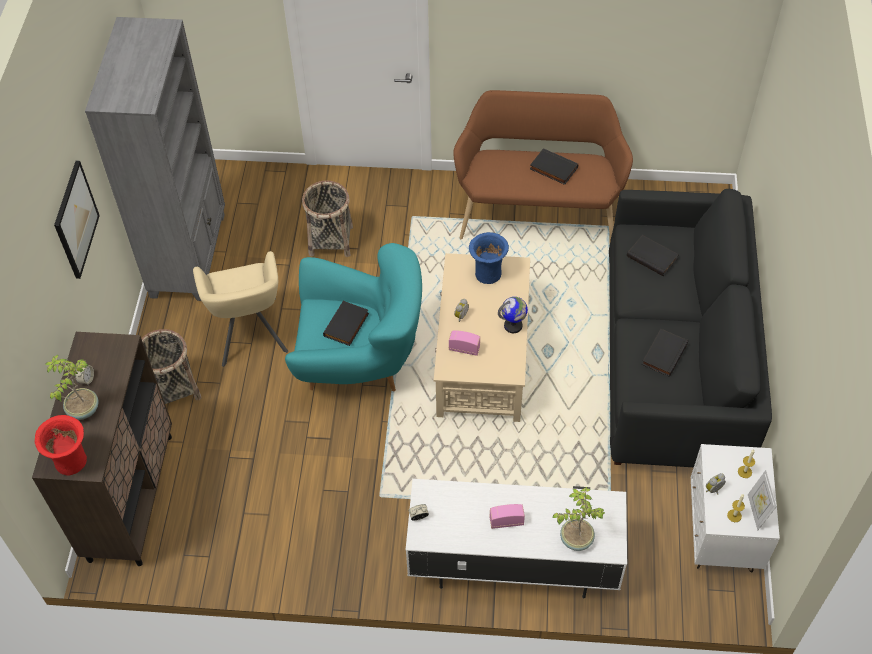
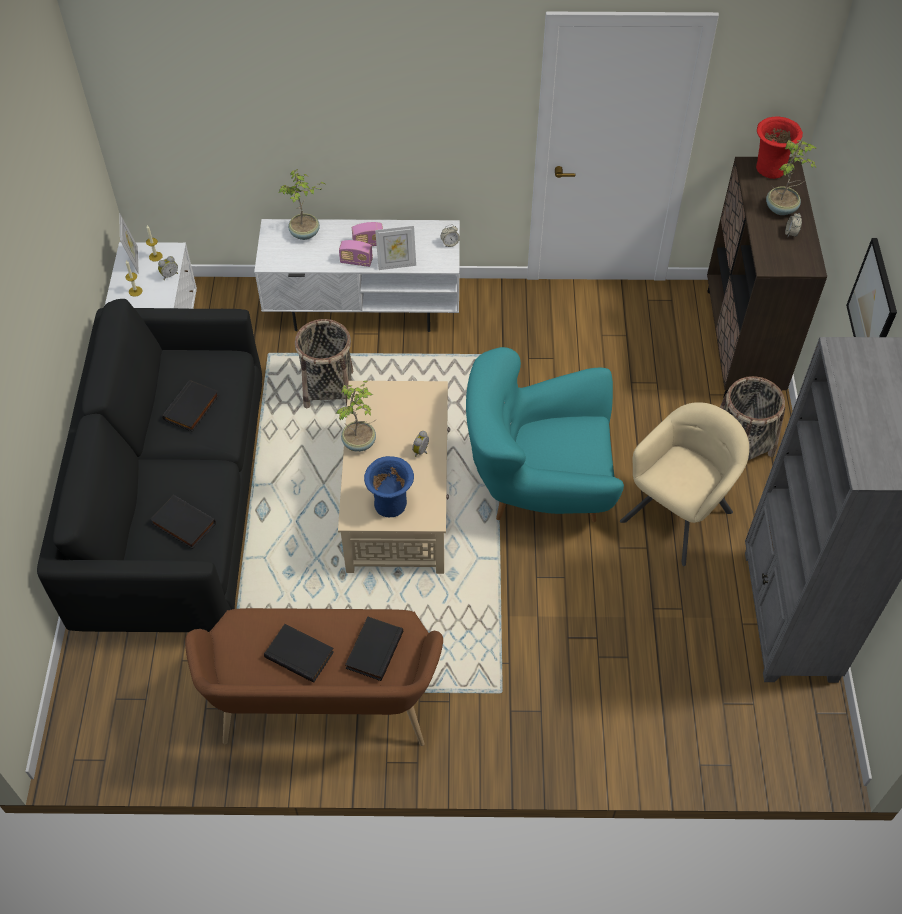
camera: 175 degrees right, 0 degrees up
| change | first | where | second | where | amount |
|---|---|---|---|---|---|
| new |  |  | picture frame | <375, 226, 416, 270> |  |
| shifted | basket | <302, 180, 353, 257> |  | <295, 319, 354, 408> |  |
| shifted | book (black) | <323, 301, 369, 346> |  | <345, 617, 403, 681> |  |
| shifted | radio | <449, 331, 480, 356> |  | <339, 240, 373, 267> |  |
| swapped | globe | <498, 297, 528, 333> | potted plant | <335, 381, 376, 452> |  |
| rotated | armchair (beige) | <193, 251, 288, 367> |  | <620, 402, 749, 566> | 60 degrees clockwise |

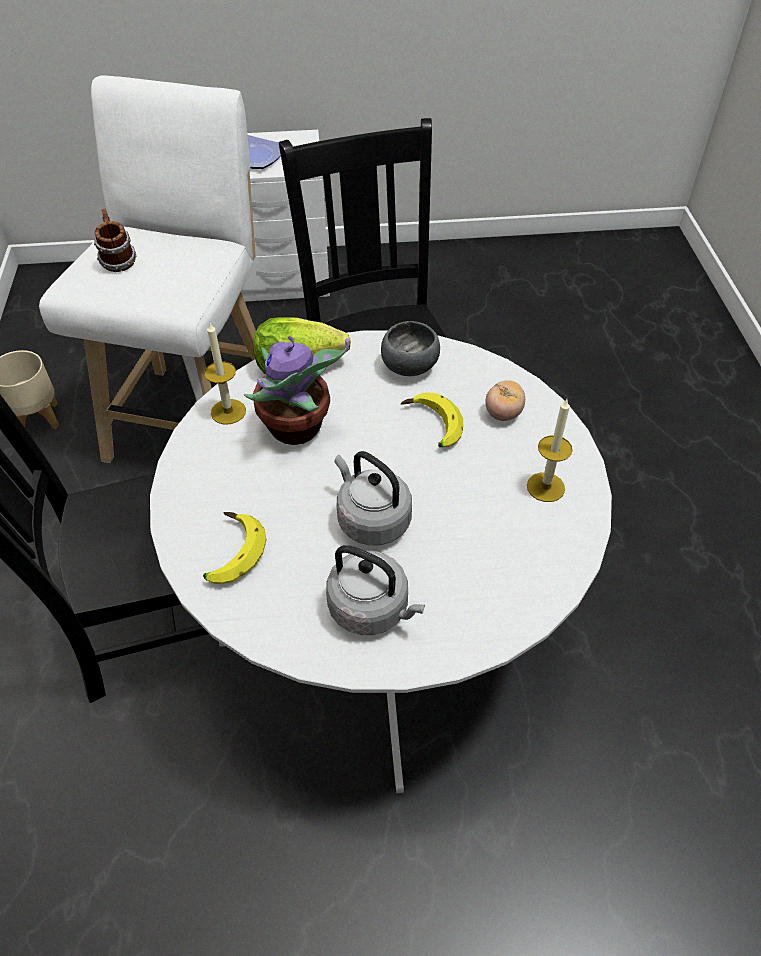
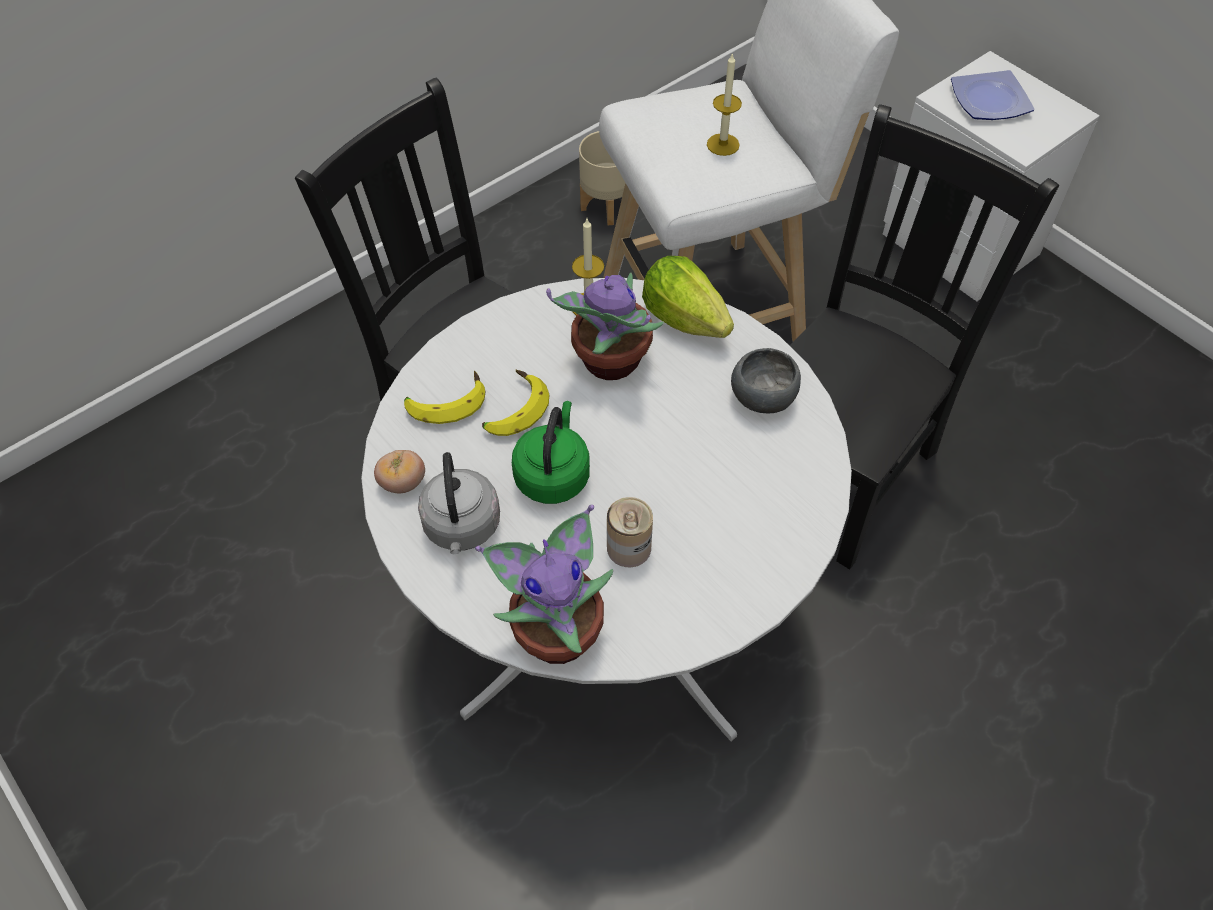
camera: 55 degrees right, 5 degrees up
| change | first | where | second | where | amount |
|---|---|---|---|---|---|
| gone | mug | <94, 209, 136, 272> |  |  |  |
| new |  |  | potted plant | <475, 505, 613, 664> |  |
| new |  |  | can | <607, 497, 653, 567> |  |
| shifted | banana | <401, 392, 463, 447> |  | <482, 370, 549, 436> |  |
| shifted | tomato | <485, 380, 525, 421> |  | <374, 450, 425, 494> |  |
| shifted | candle | <527, 399, 573, 502> |  | <707, 53, 742, 156> |  |
| repainted | kettle (grey) | <335, 451, 412, 545> | kettle (green) | <512, 401, 590, 504> |  |

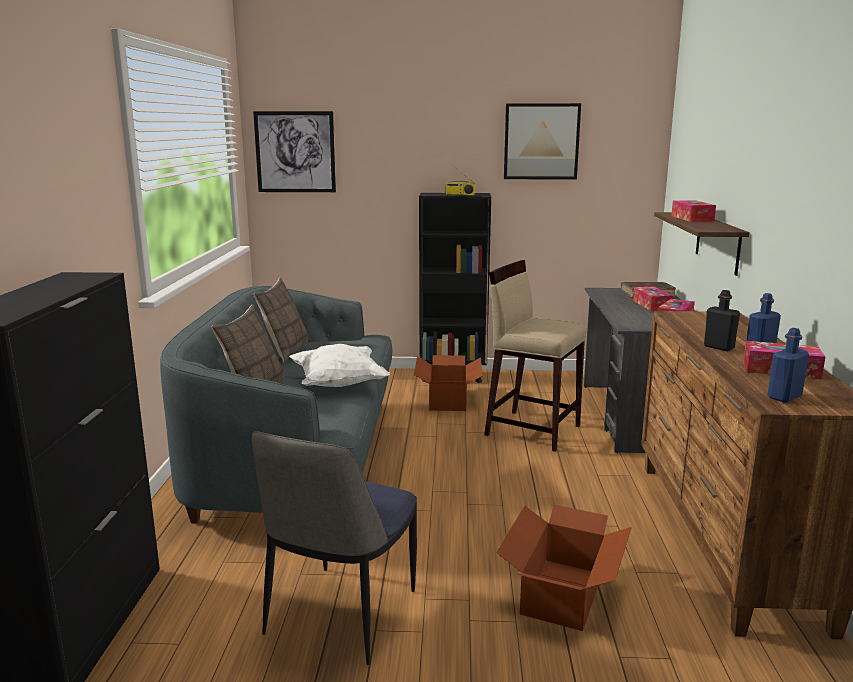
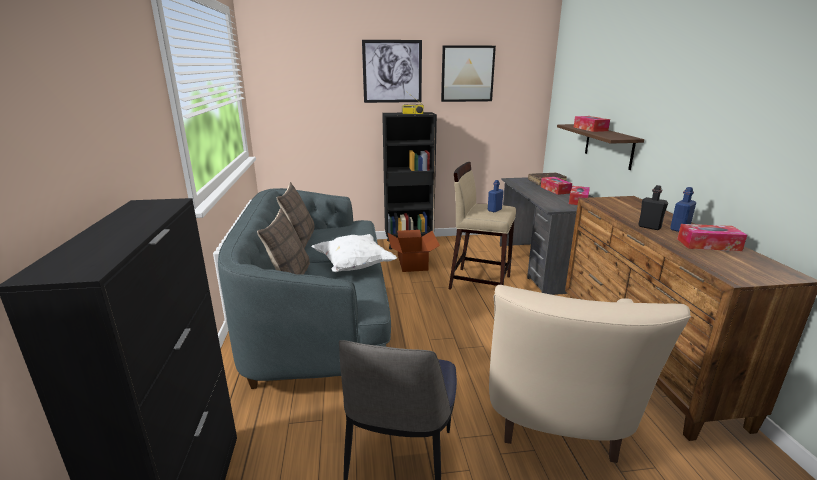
camera: 10 degrees left, 5 degrees up
| change | first | where | second | where | amount |
|---|---|---|---|---|---|
| shifted | picture | <253, 111, 336, 192> |  | <362, 40, 422, 103> |  |
| shifted | bottle (blue) | <768, 328, 809, 403> |  | <488, 180, 503, 212> |  |
| swapped | cardboard box | <496, 505, 632, 631> | armchair (beige) | <489, 285, 691, 463> |  |

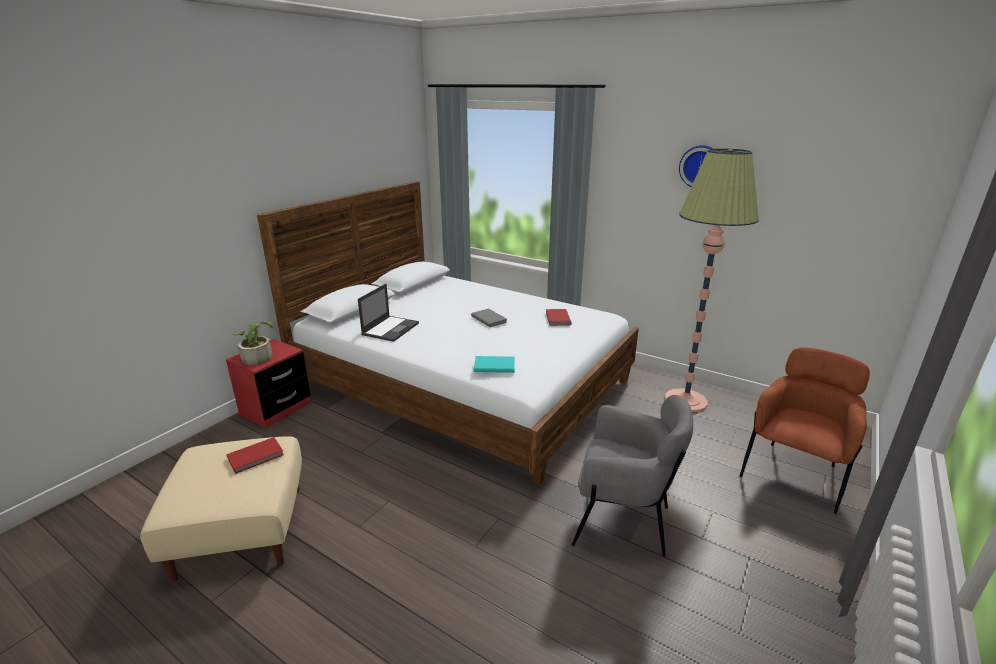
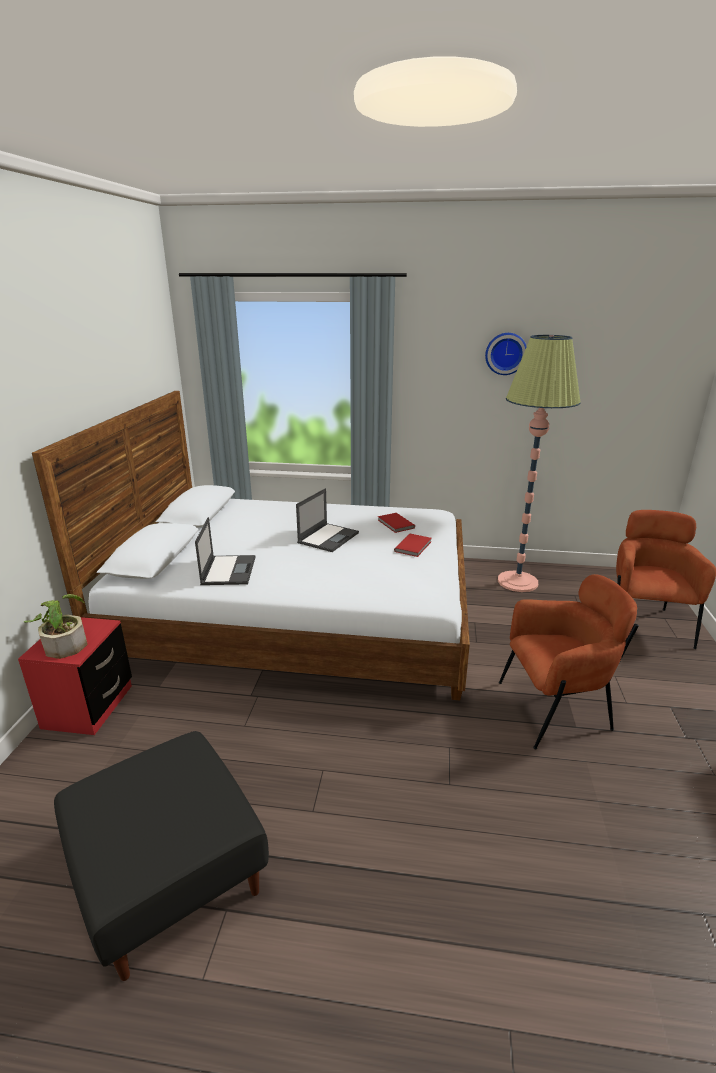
camera: 25 degrees left, 0 degrees up
| change | first | where | second | where | amount |
|---|---|---|---|---|---|
| gone | book (turquoise) | <474, 356, 515, 373> |  |  |  |
| shifted | book (red) | <226, 437, 284, 474> |  | <394, 534, 431, 557> |  |
| swapped | book (grey) | <471, 308, 507, 327> | laptop | <296, 488, 359, 552> |  |
| repainted | ottoman (beige) | <140, 436, 302, 582> | ottoman (black) | <54, 731, 269, 981> |  |
| repainted | armchair (grey) | <571, 395, 693, 557> | armchair (brown) | <499, 574, 639, 750> |  |

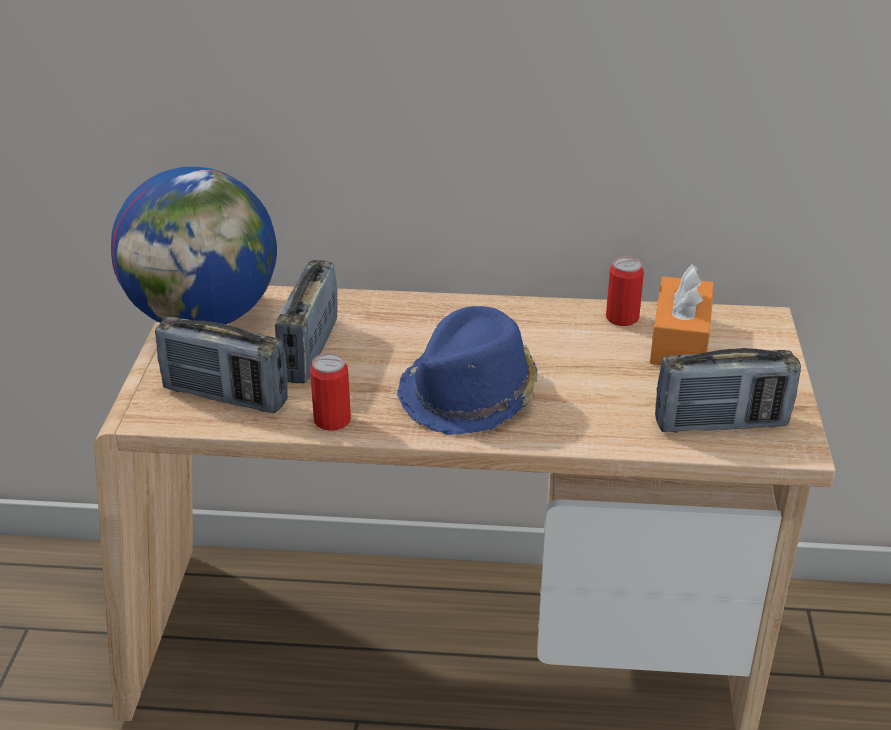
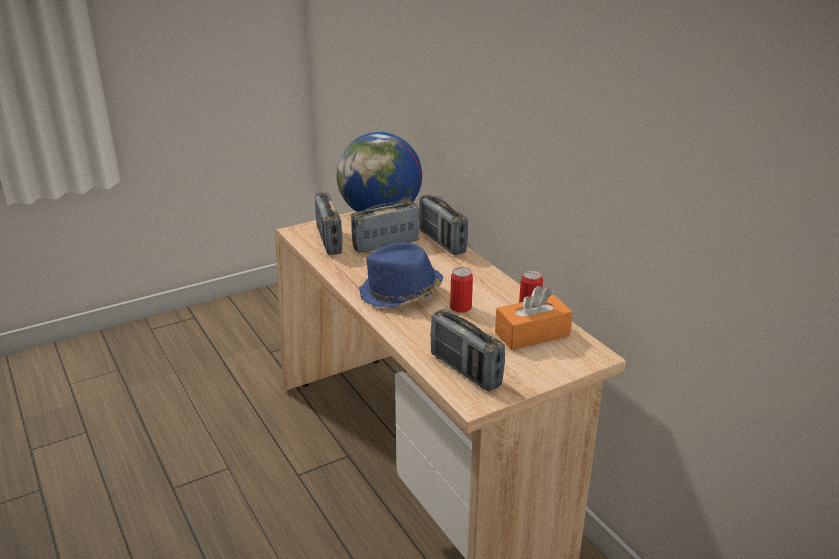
camera: 55 degrees right, 5 degrees down
| change | first | where | second | where | amount |
|---|---|---|---|---|---|
| new |  |  | radio | <419, 195, 468, 255> |  |
| shifted | can | <310, 353, 351, 431> |  | <450, 267, 473, 313> |  |

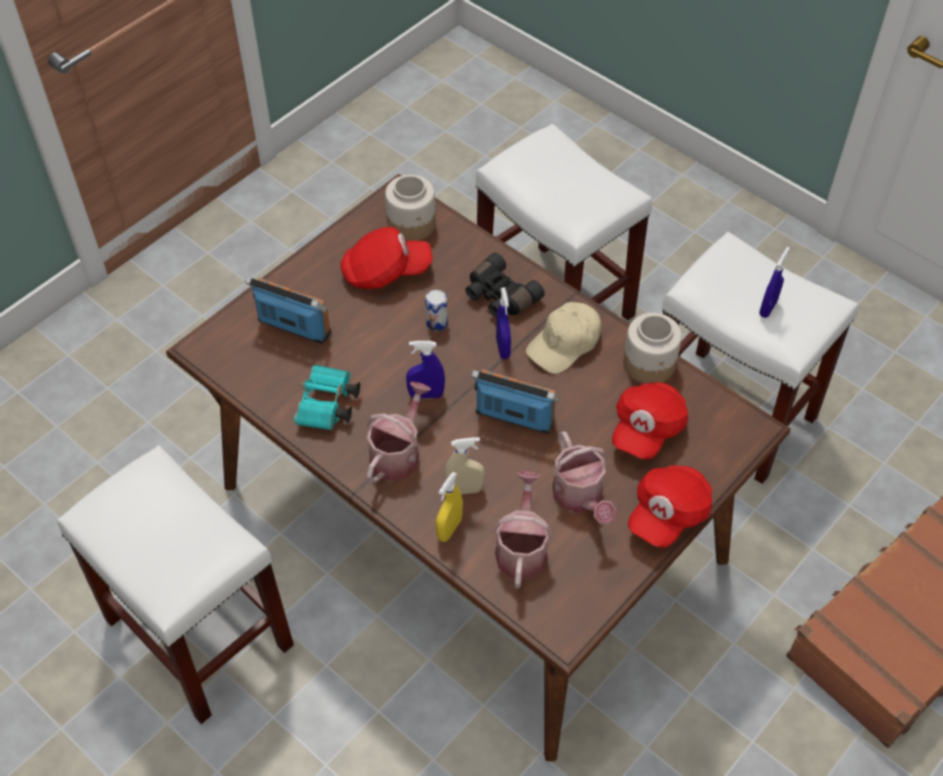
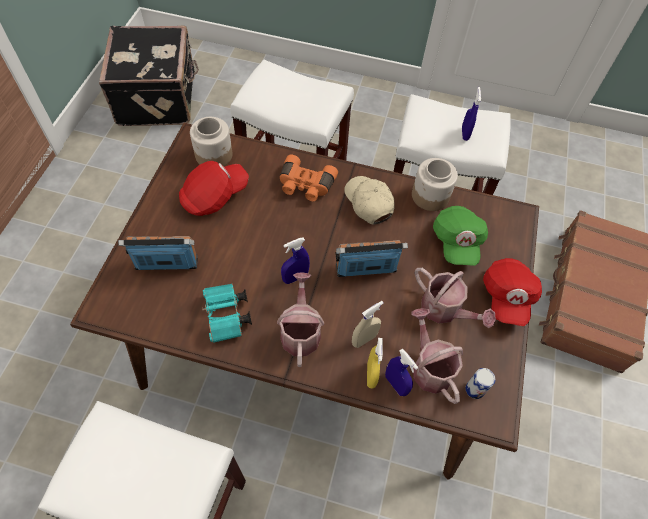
camera: 30 degrees left, 5 degrees up
| change | first | where | second | where | amount |
|---|---|---|---|---|---|
| new |  |  | suitcase (black) | <99, 26, 199, 126> |  |
| shifted | can | <425, 290, 448, 332> |  | <465, 368, 496, 399> |  |
| shifted | spray bottle (blue) | <496, 287, 511, 359> |  | <385, 348, 418, 396> |  |
| repainted | binoculars (black) | <465, 252, 545, 318> | binoculars (orange) | <280, 155, 338, 201> |  |
| repainted | cap (red) | <612, 382, 688, 459> | cap (green) | <433, 206, 488, 266> |  |
| rotated | cap (beige) | <526, 302, 602, 374> |  | <344, 176, 395, 225> | 135 degrees clockwise |

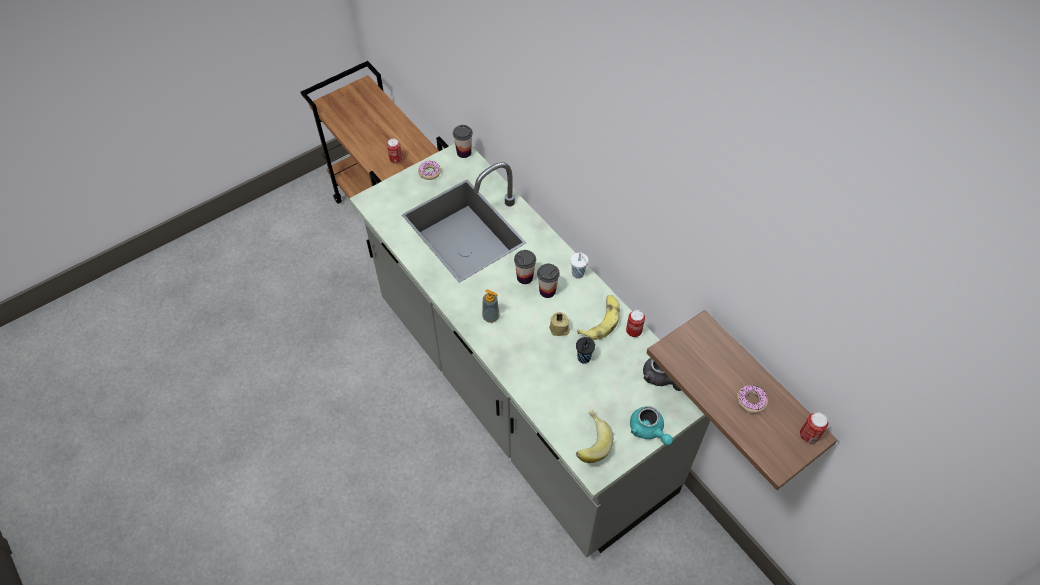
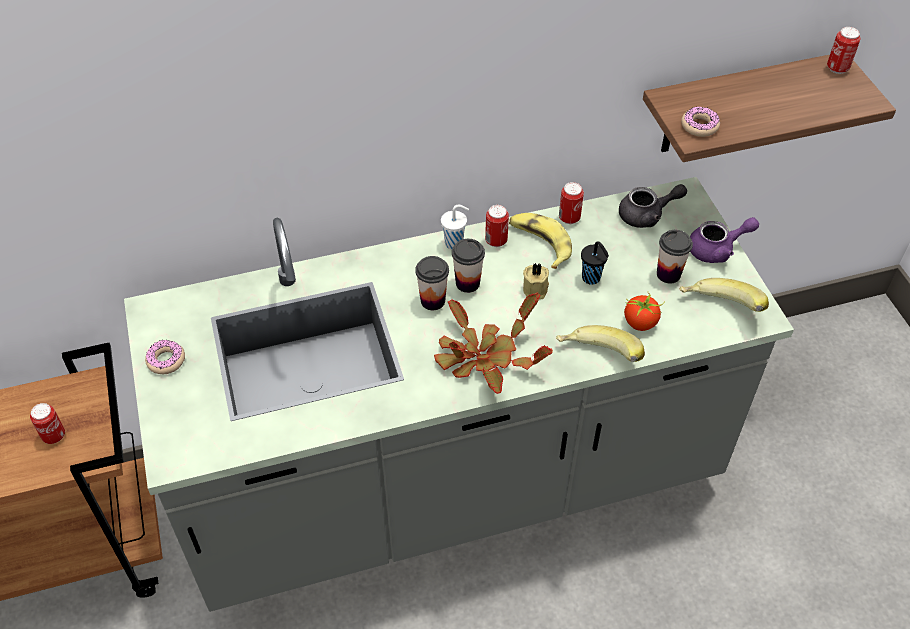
camera: 70 degrees left, 5 degrees down
| change | first | where | second | where | amount |
|---|---|---|---|---|---|
| new |  |  | can | <485, 205, 509, 247> |  |
| new |  |  | banana | <556, 325, 645, 362> |  |
| new |  |  | tomato | <624, 294, 665, 331> |  |
| shifted | cup | <453, 125, 473, 158> |  | <657, 230, 693, 284> |  |
| shifted | donut | <737, 385, 768, 414> |  | <681, 107, 720, 137> |  |
| swapped | soap dispenser | <482, 289, 500, 323> | potted plant | <434, 293, 553, 394> |  |
| repainted | teapot (turquoise) | <630, 406, 673, 445> | teapot (purple) | <690, 217, 759, 263> |  |

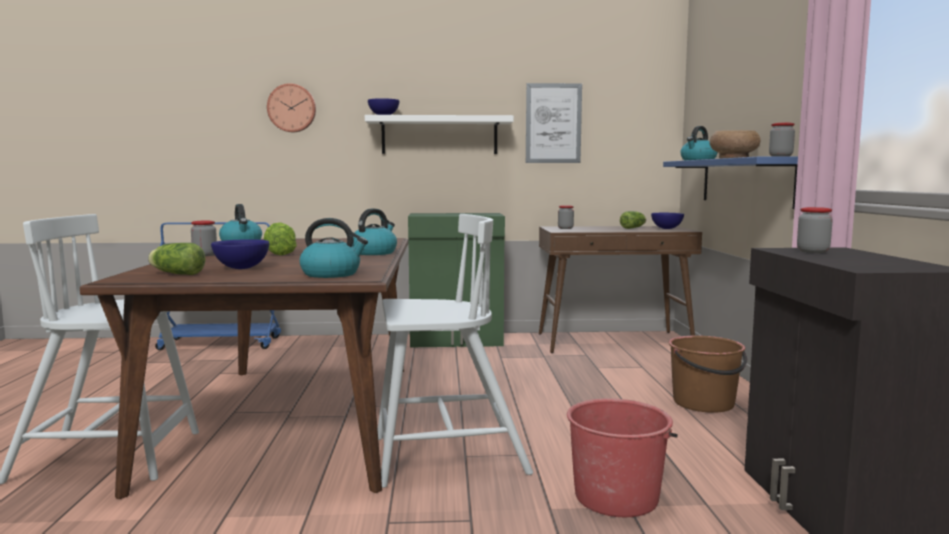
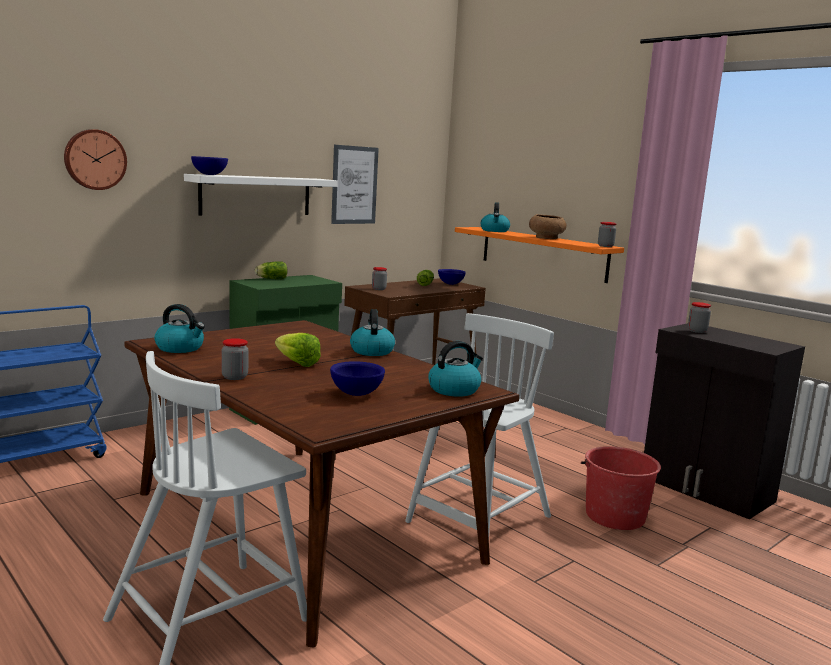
camera: 40 degrees left, 5 degrees up
| change | first | where | second | where | amount |
|---|---|---|---|---|---|
| gone | bucket (brown) | <668, 335, 747, 413> |  |  |  |
| shifted | lettuce | <148, 243, 206, 275> |  | <255, 261, 288, 279> |  |
| repainted | shelf (blue) | <663, 157, 798, 209> | shelf (orange) | <455, 227, 624, 283> |  |

